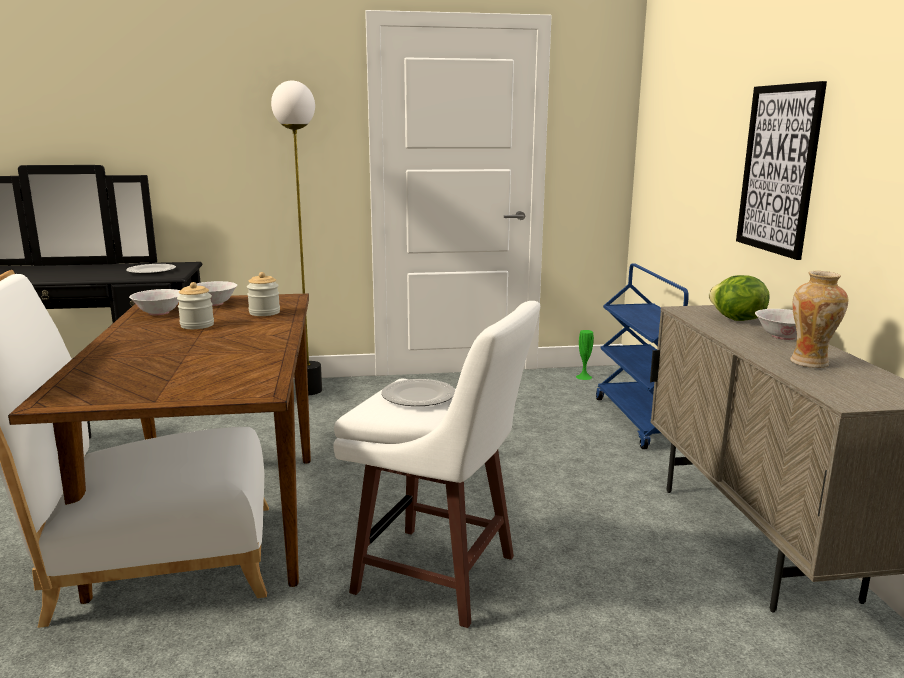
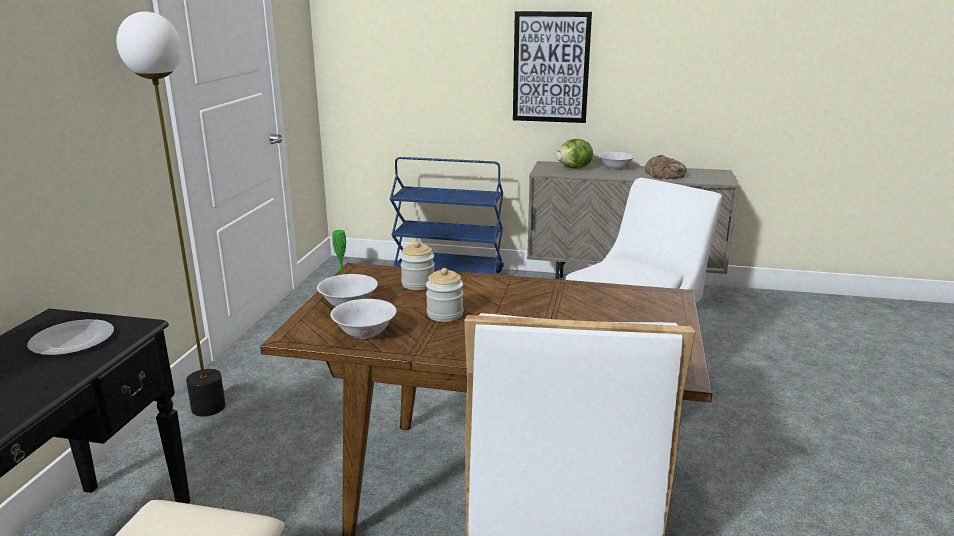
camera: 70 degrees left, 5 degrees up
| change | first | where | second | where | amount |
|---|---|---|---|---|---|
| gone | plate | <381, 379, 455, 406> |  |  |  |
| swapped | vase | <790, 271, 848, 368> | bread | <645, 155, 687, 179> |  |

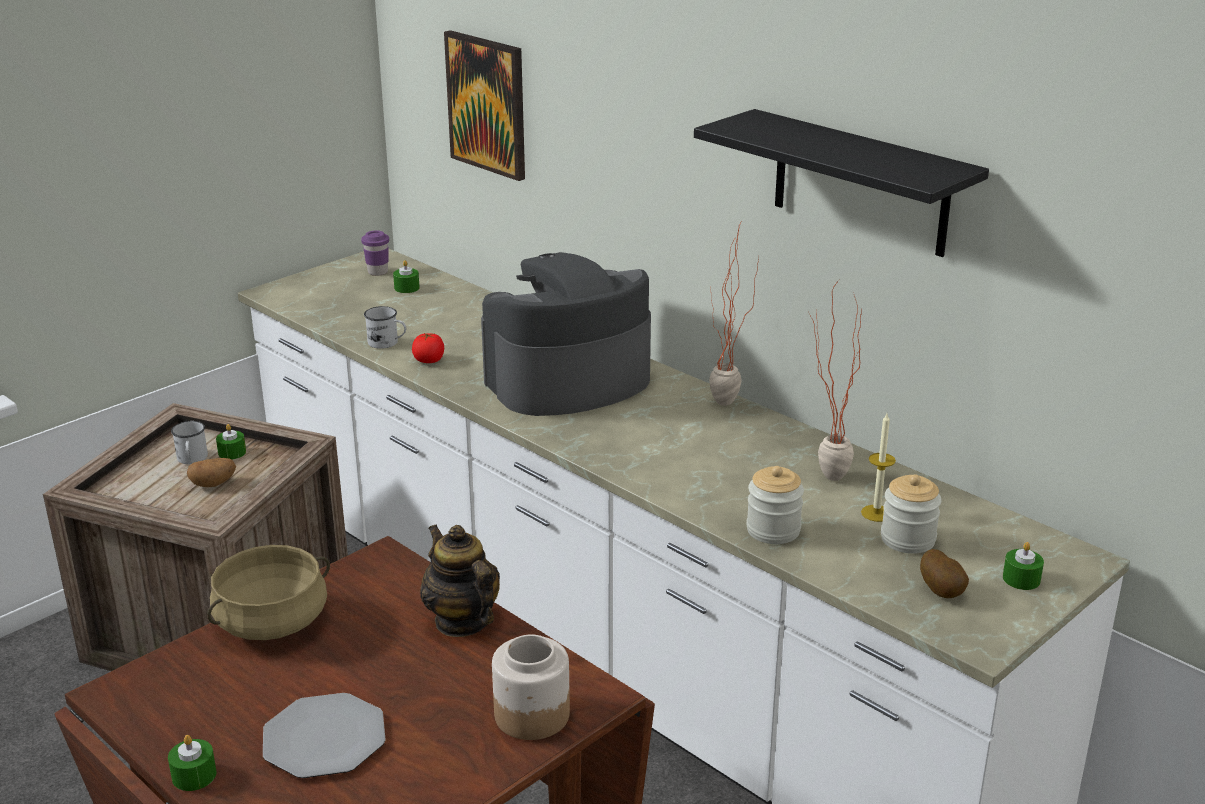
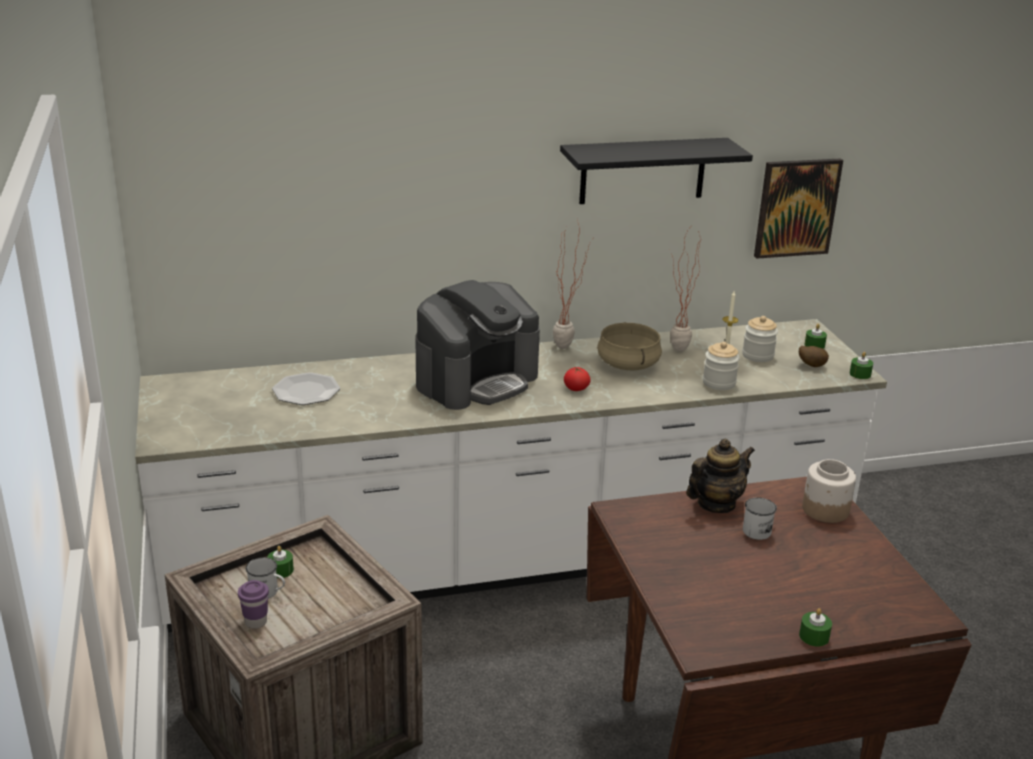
camera: 60 degrees left, 0 degrees up
| change | first | where | second | where | amount |
|---|---|---|---|---|---|
| gone | potato | <187, 458, 236, 487> |  |  |  |
| shifted | cooking pot (beige) | <207, 545, 330, 640> |  | <597, 322, 662, 370> |  |
| shifted | plate | <263, 693, 386, 778> |  | <272, 372, 340, 405> |  |
| shifted | cup (purple) | <361, 230, 389, 276> |  | <238, 580, 269, 629> |  |
| shifted | mug (white) | <364, 306, 406, 349> |  | <743, 497, 777, 540> |  |
| shifted | candle (green) | <393, 260, 420, 293> |  | <850, 352, 873, 379> |  |
| shifted | tomato | <412, 333, 444, 363> |  | <564, 367, 591, 391> |  |
| shifted | picture | <444, 30, 525, 181> |  | <754, 159, 843, 259> |  |
| rotated | teapot | <420, 525, 500, 637> |  | <686, 439, 755, 513> | 150 degrees clockwise |
| rotated | coffee machine | <481, 252, 651, 416> |  | <415, 280, 540, 410> | 135 degrees counterclockwise |

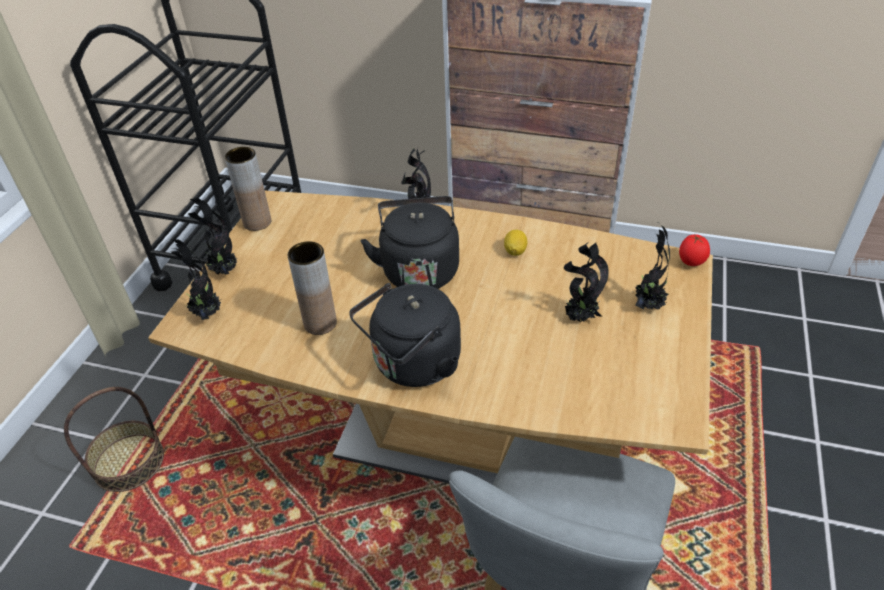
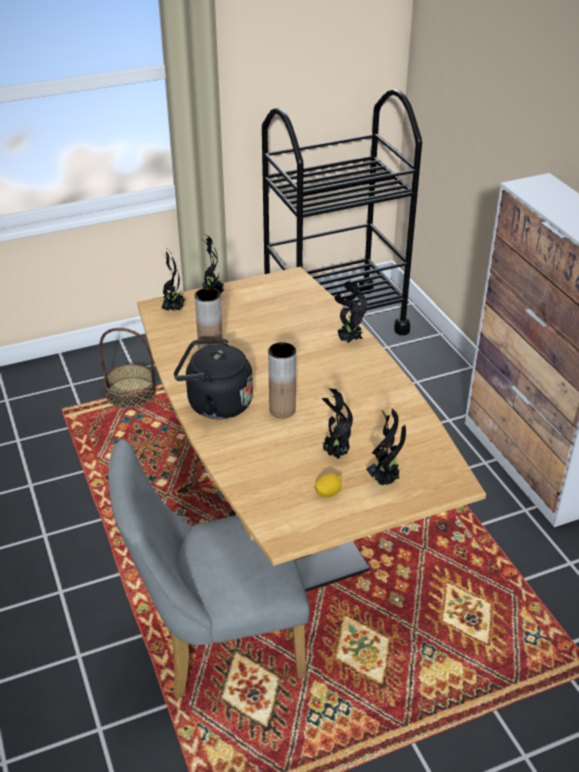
camera: 50 degrees right, 5 degrees down
| change | first | where | second | where | amount |
|---|---|---|---|---|---|
| gone | kettle (black) | <360, 196, 459, 289> |  |  |  |
| gone | tomato | <679, 234, 710, 266> |  |  |  |
| shifted | vase (brown) | <225, 147, 271, 231> |  | <268, 342, 296, 418> |  |
| shifted | lemon | <504, 229, 527, 256> |  | <315, 473, 342, 497> |  |

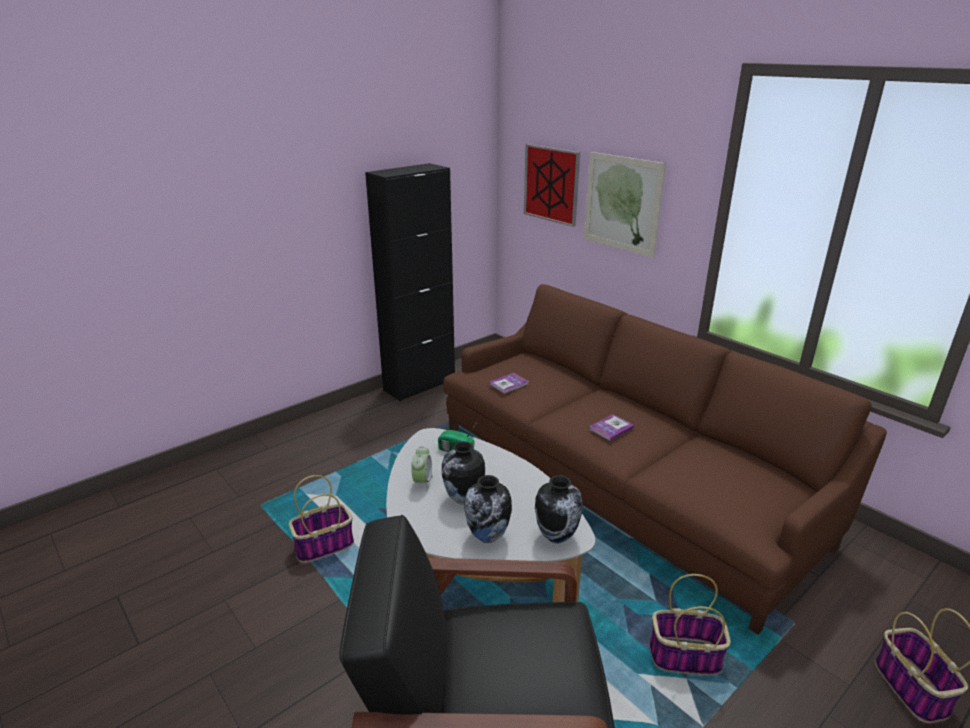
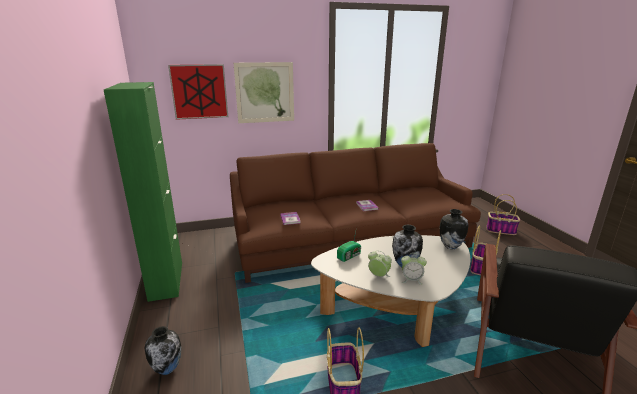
camera: 65 degrees left, 5 degrees down
| change | first | where | second | where | amount |
|---|---|---|---|---|---|
| new |  |  | alarm clock | <401, 253, 427, 284> |  |
| shifted | vase | <465, 475, 512, 543> |  | <144, 326, 181, 375> |  |
| repainted | cabinet (black) | <365, 163, 455, 402> | cabinet (green) | <104, 82, 182, 302> |  |

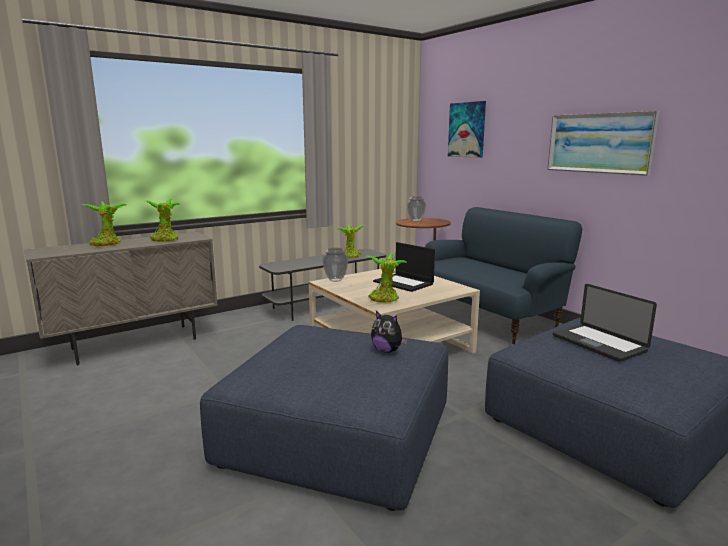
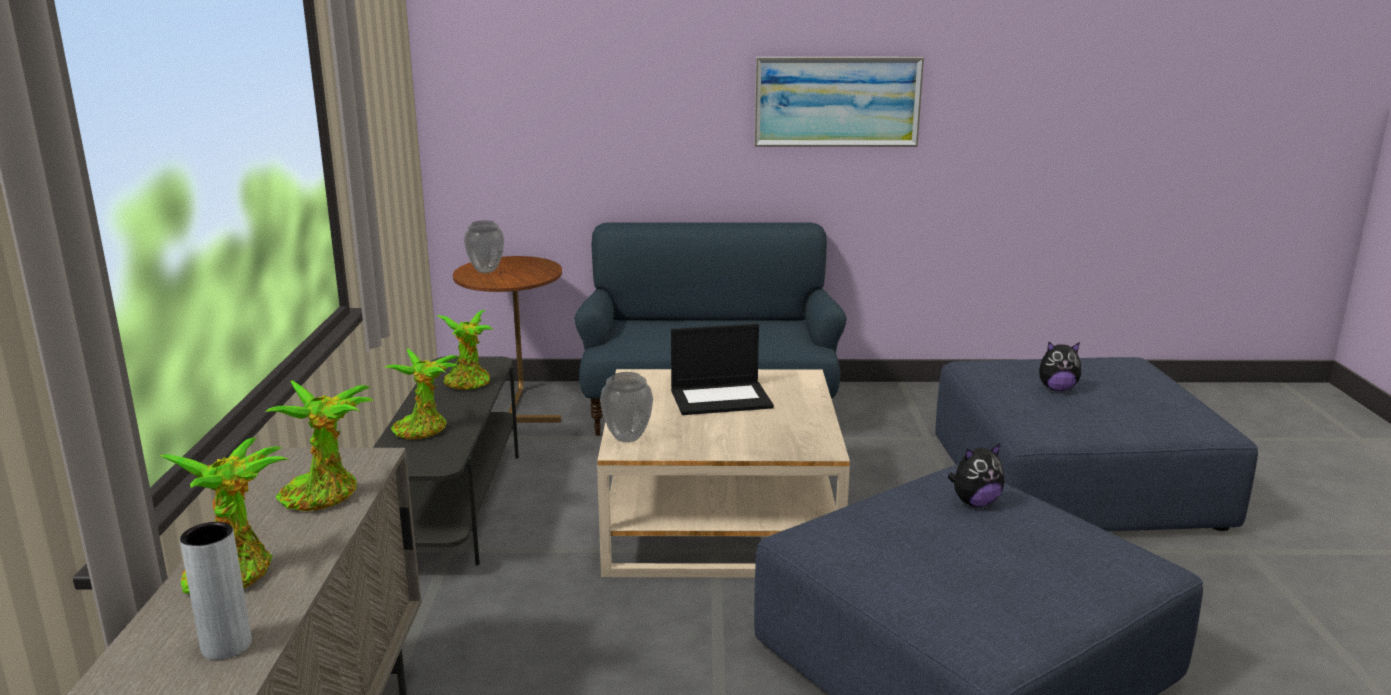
camera: 55 degrees left, 5 degrees up
| change | first | where | second | where | amount |
|---|---|---|---|---|---|
| gone | picture | <448, 101, 486, 158> |  |  |  |
| new |  |  | vase (grey) | <180, 522, 252, 660> |  |
| shifted | potted plant | <367, 253, 408, 302> |  | <384, 348, 459, 439> |  |
| swapped | laptop | <553, 284, 657, 362> | plush toy | <1039, 342, 1081, 391> |  |

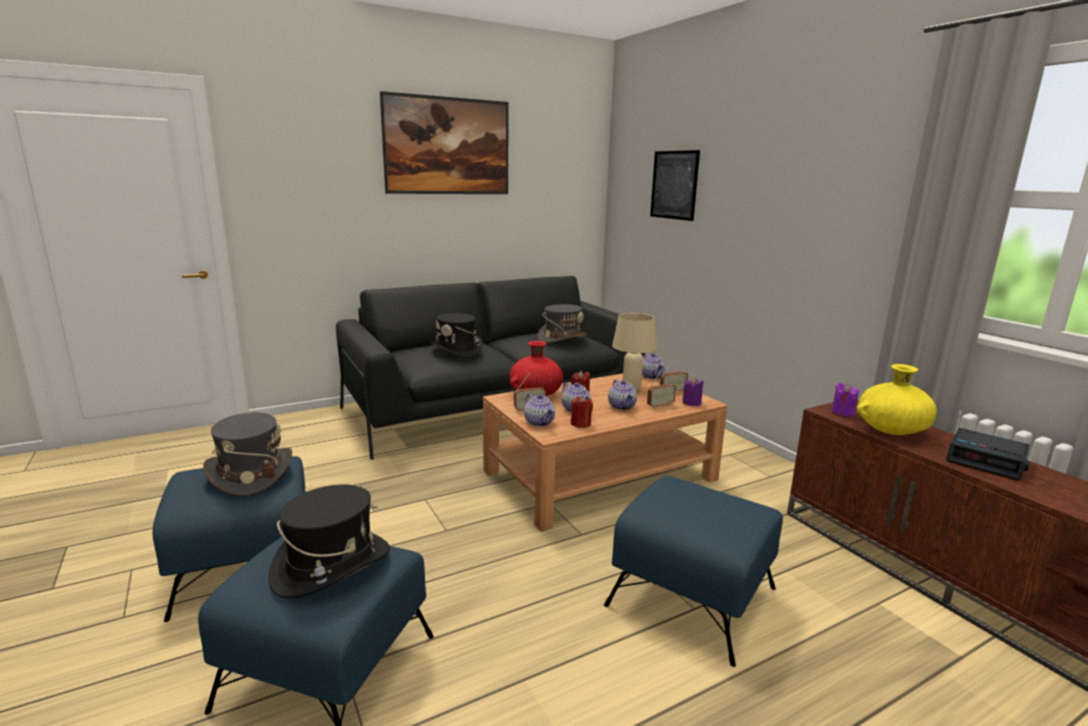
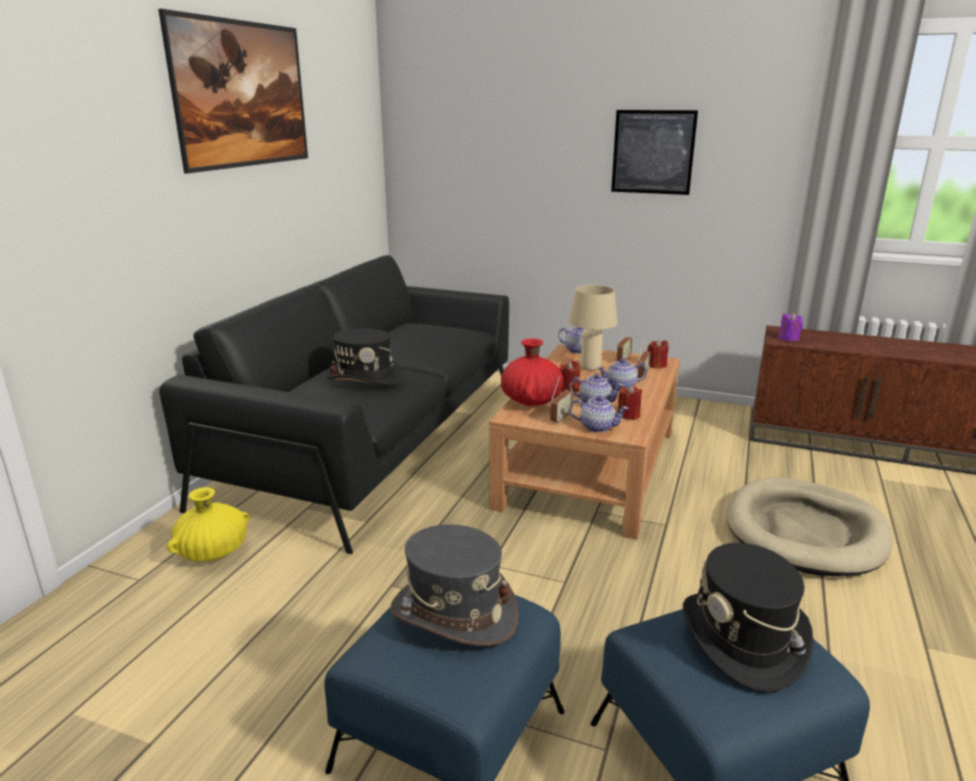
camera: 40 degrees left, 5 degrees up
| change | first | where | second | where | amount |
|---|---|---|---|---|---|
| gone | hat (grey) | <537, 304, 588, 343> |  |  |  |
| gone | alarm clock | <946, 428, 1030, 480> |  |  |  |
| shifted | picture | <650, 150, 700, 221> |  | <611, 110, 698, 195> |  |
| shifted | vase (yellow) | <857, 364, 937, 435> |  | <167, 487, 250, 562> |  |
| swapped | ottoman (blue) | <604, 476, 783, 667> | dog bed (beige) | <726, 478, 893, 576> |  |
| repainted | candle (purple) | <682, 377, 704, 406> | candle (red) | <647, 339, 668, 369> |  |
| rotated | teapot | <608, 379, 637, 410> |  | <598, 359, 647, 391> | 135 degrees clockwise |

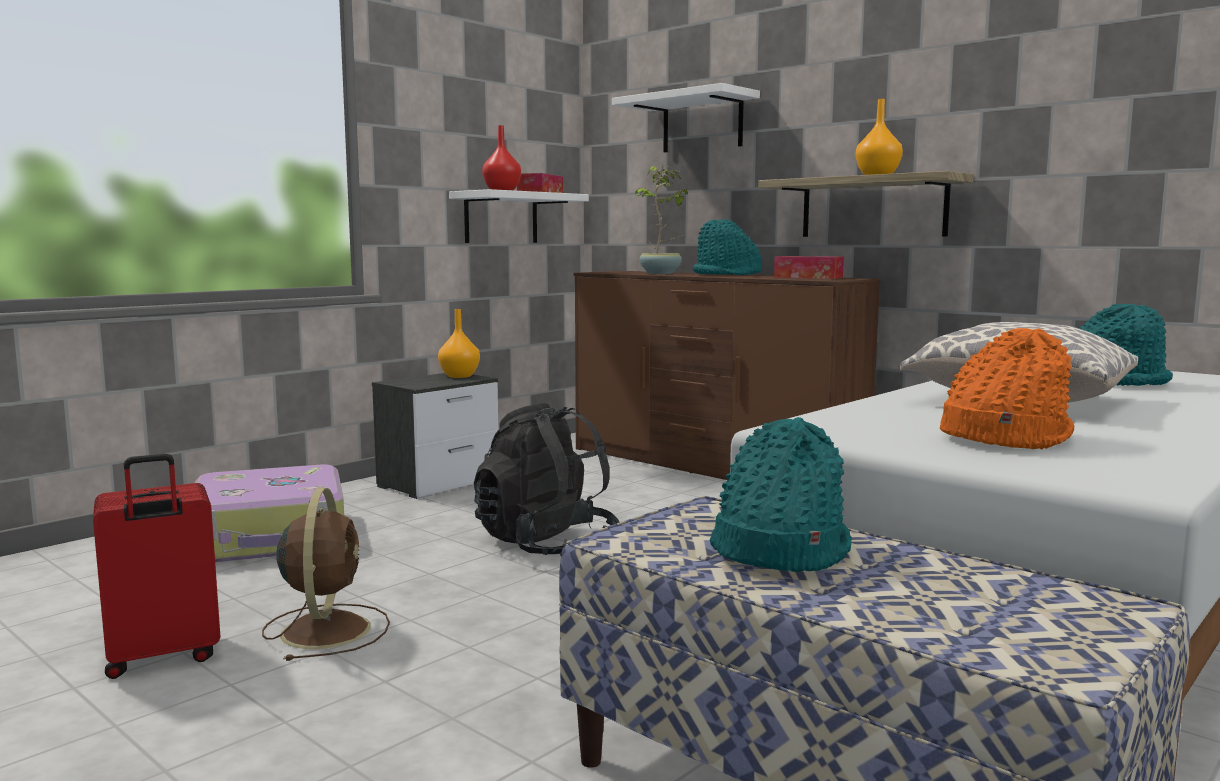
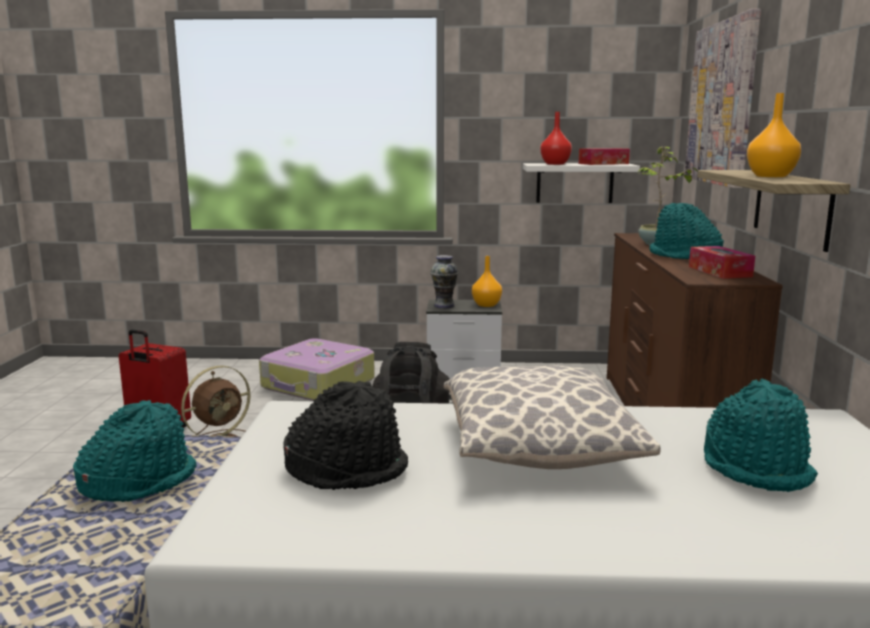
camera: 50 degrees right, 5 degrees up
| change | first | where | second | where | amount |
|---|---|---|---|---|---|
| new |  |  | vase | <430, 255, 458, 308> |  |
| swapped | shelf (white) | <612, 83, 760, 152> | picture | <685, 9, 761, 188> |  |
| repainted | hat (orange) | <940, 328, 1074, 449> | hat (black) | <283, 380, 408, 490> |  |

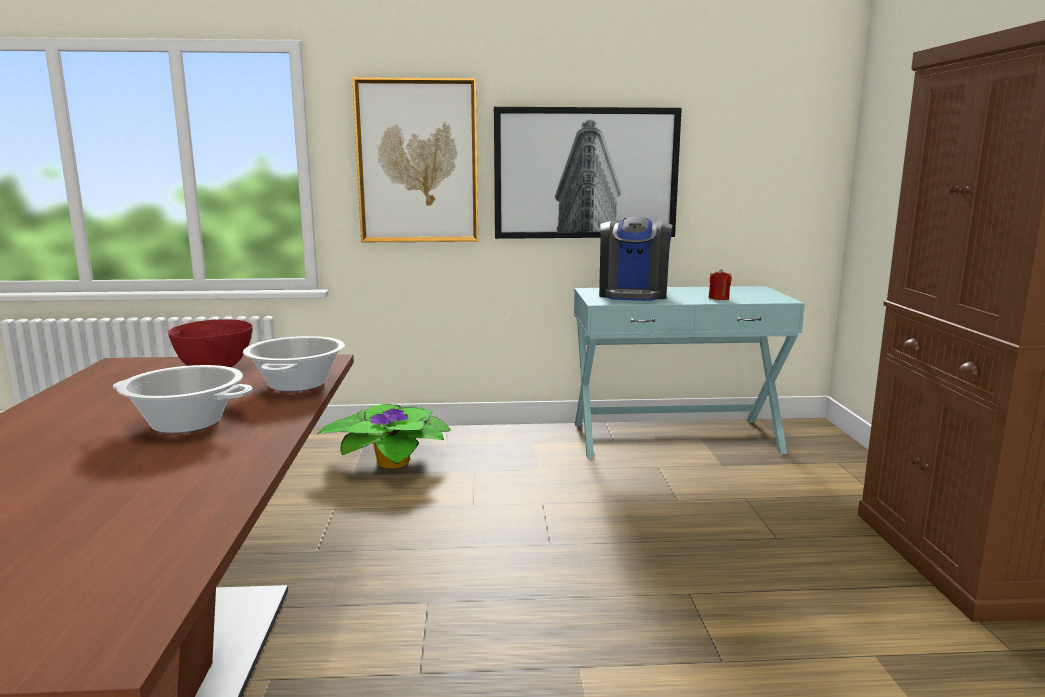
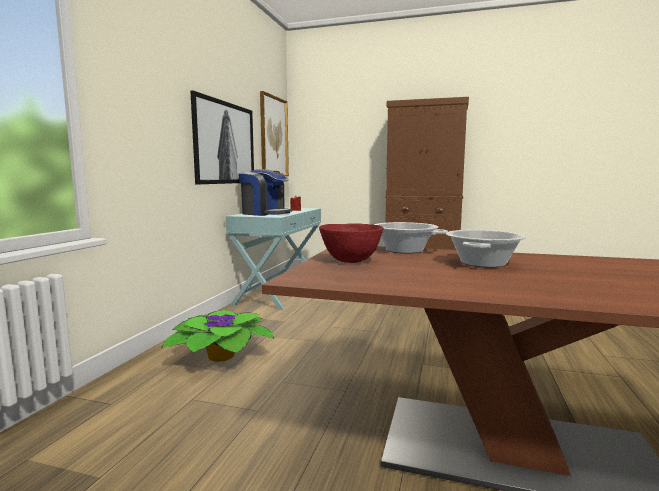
camera: 70 degrees left, 5 degrees down
| change | first | where | second | where | amount |
|---|---|---|---|---|---|
| shifted | picture | <352, 77, 478, 242> |  | <260, 91, 289, 176> |  |

